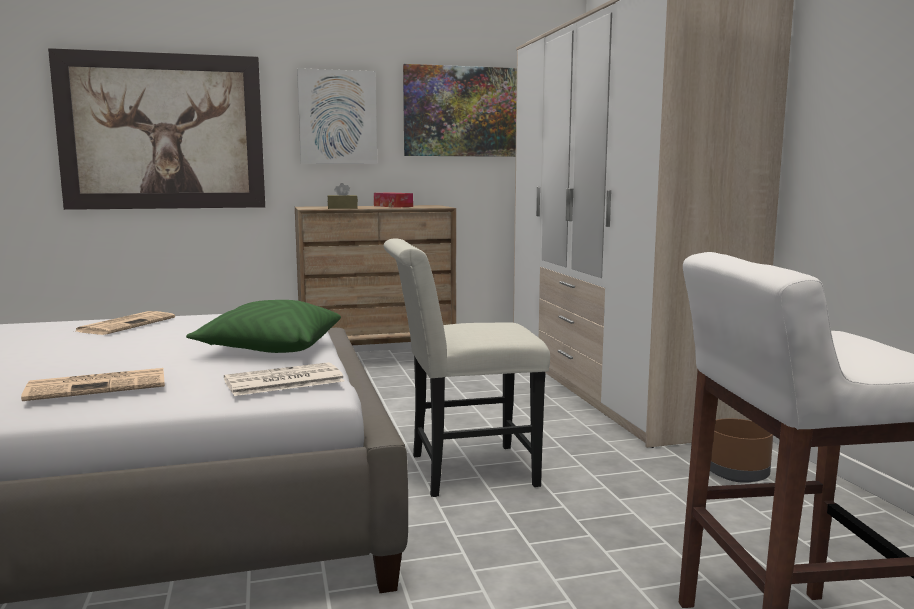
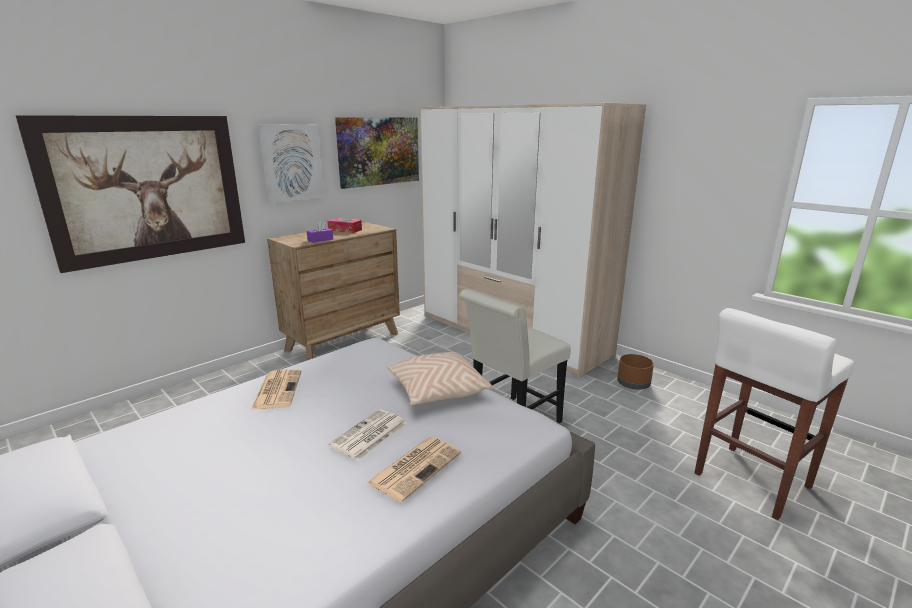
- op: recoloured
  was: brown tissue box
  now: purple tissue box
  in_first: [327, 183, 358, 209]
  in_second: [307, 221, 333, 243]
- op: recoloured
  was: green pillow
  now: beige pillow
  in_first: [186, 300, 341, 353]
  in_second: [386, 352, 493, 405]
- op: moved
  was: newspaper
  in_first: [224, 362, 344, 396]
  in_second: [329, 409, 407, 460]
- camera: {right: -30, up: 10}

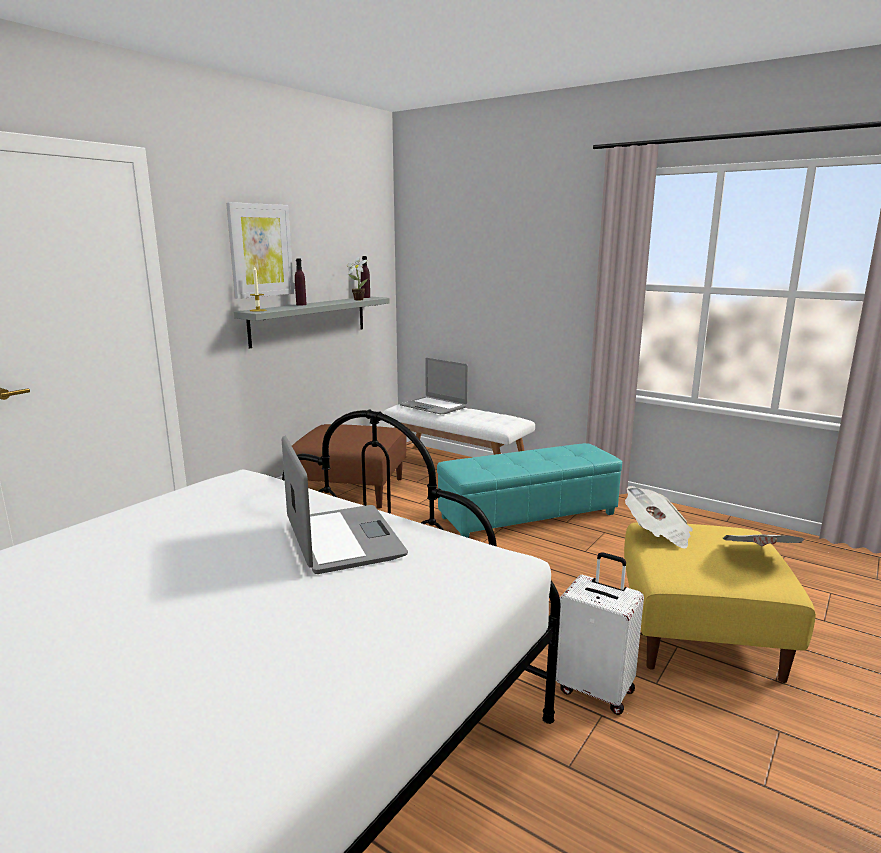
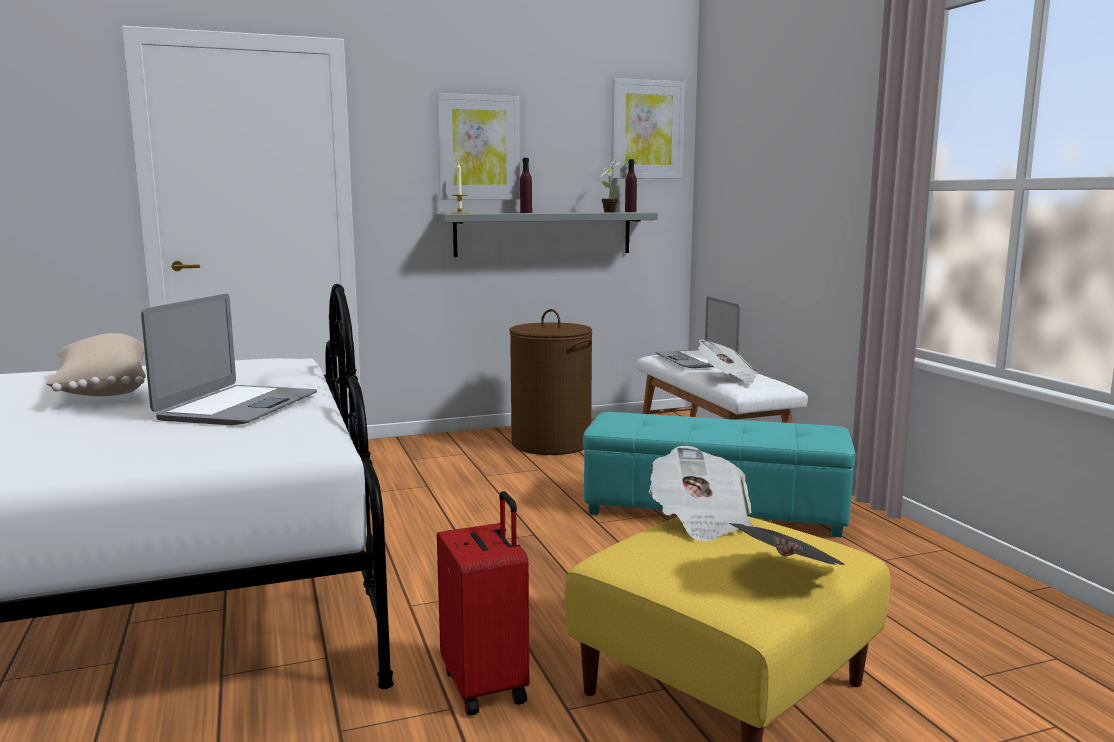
- op: replaced
  was: brown ottoman
  now: brown laundry basket
  in_first: [292, 424, 406, 509]
  in_second: [509, 309, 593, 455]
- op: recoloured
  was: white suitcase
  now: red suitcase
  in_first: [556, 552, 644, 715]
  in_second: [437, 491, 529, 716]
- op: added
  now: picture
  in_second: [611, 78, 685, 179]
- op: added
  now: beige pillow
  in_second: [46, 333, 146, 396]
- op: added
  now: newspaper
  in_second: [698, 340, 758, 383]
- camera: {right: 35, up: -5}

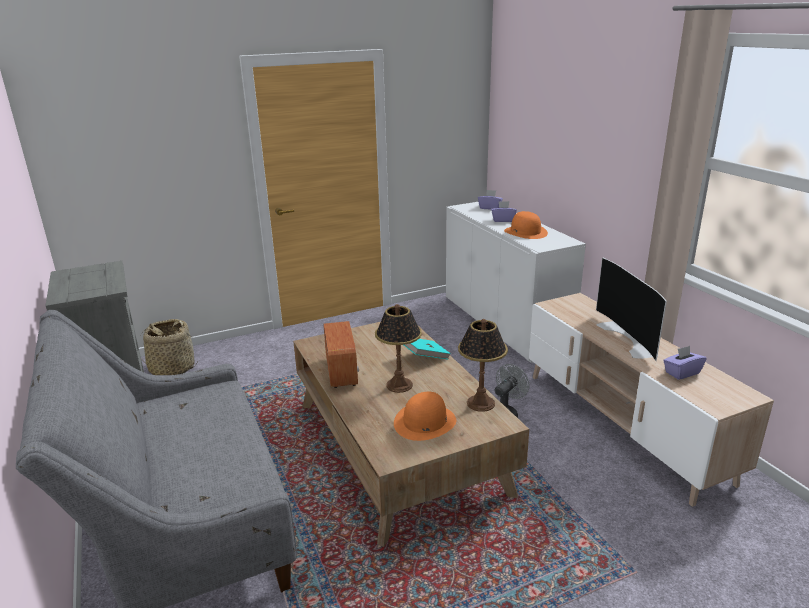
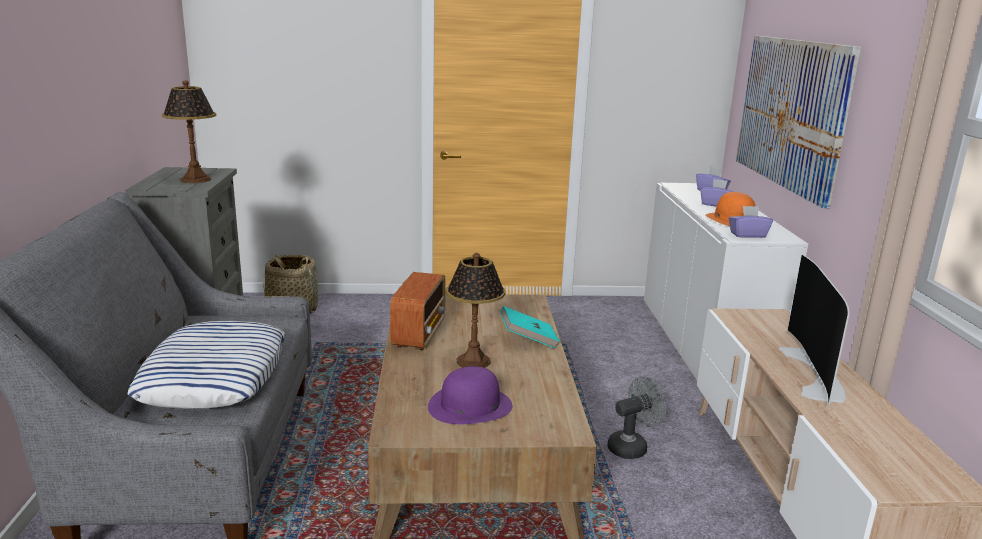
- op: moved
  was: table lamp
  in_first: [458, 319, 508, 412]
  in_second: [162, 80, 216, 183]
- op: moved
  was: purple tissue box
  in_first: [663, 346, 706, 380]
  in_second: [728, 206, 773, 238]
- op: recoloured
  was: orange hat
  now: purple hat
  in_first: [394, 392, 456, 441]
  in_second: [428, 366, 512, 424]
- op: added
  now: picture
  in_second: [736, 36, 861, 209]
- op: added
  now: pillow
  in_second: [127, 321, 286, 409]
- camera: {right: 20, up: -5}

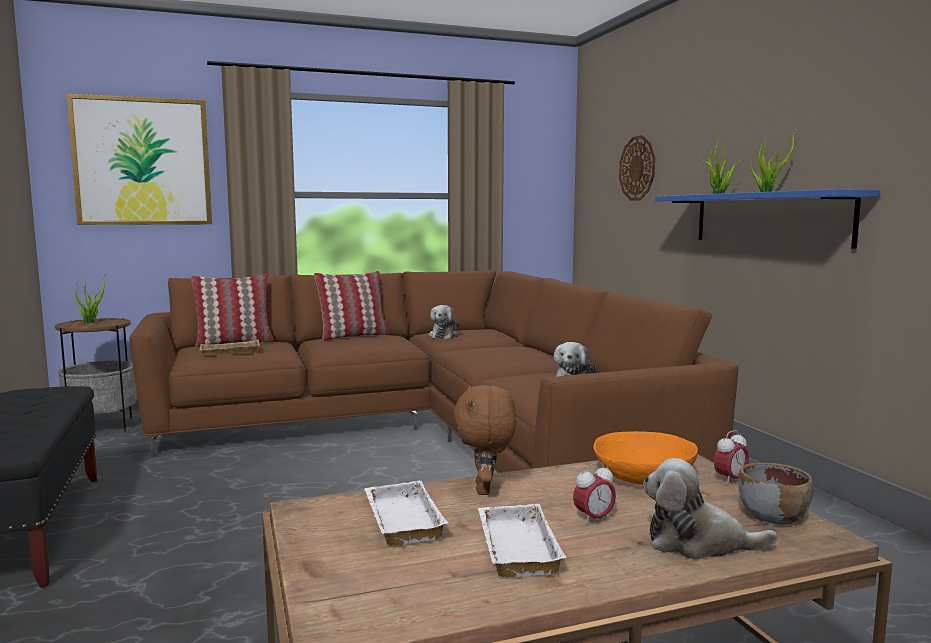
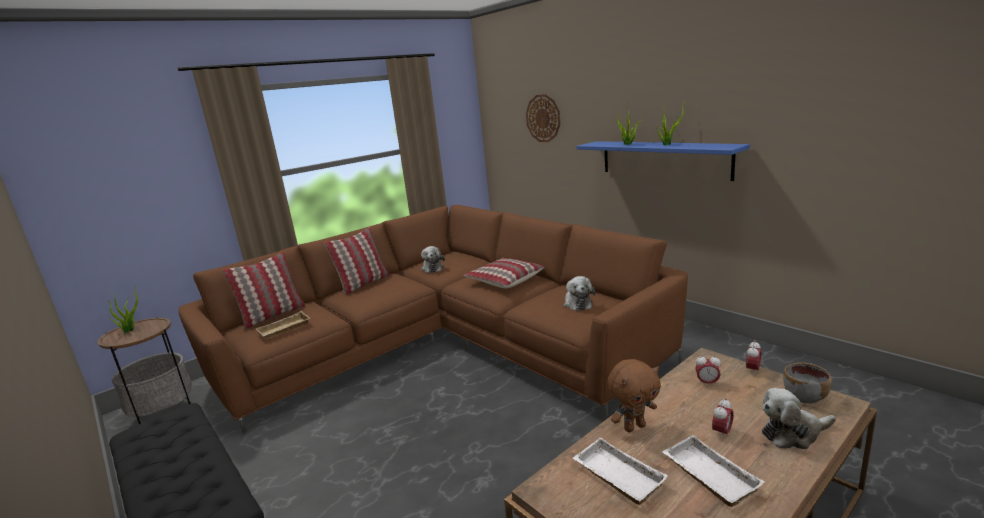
- op: removed
  was: picture
  in_first: [67, 94, 212, 225]
- op: turned
  was: brown plush toy
  in_first: [454, 385, 516, 495]
  in_second: [607, 359, 661, 432]
  clockwise: -90
- op: replaced
  was: orange bowl
  now: alarm clock
  in_first: [594, 431, 698, 485]
  in_second: [695, 354, 721, 385]
- op: added
  now: pillow
  in_second: [463, 258, 544, 288]
- camera: {right: -20, up: 10}

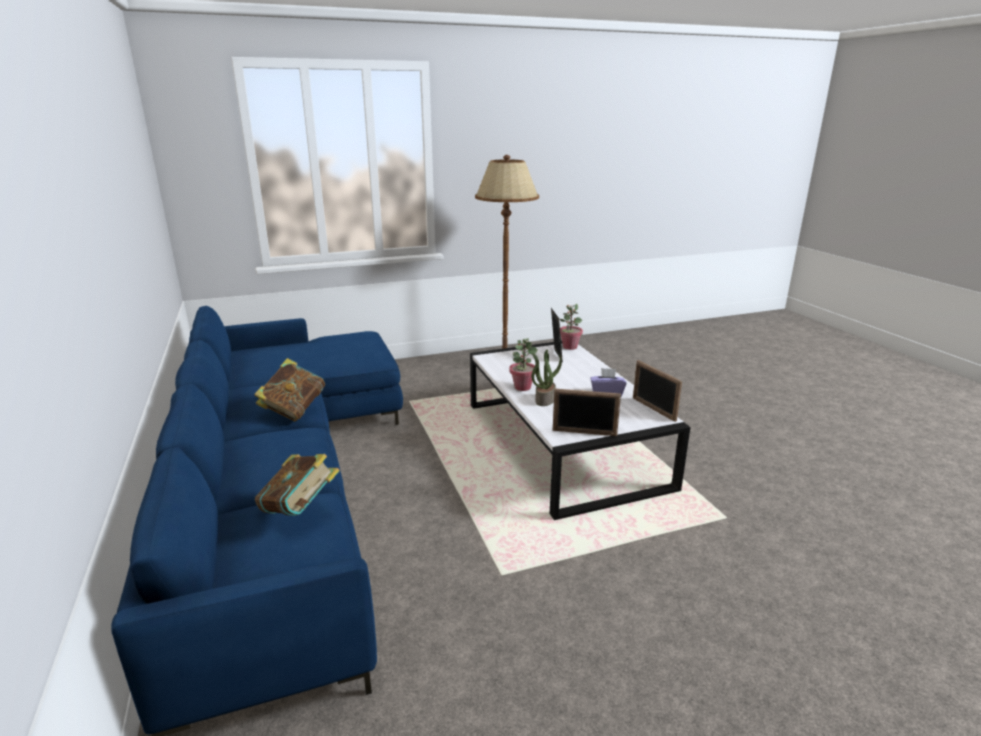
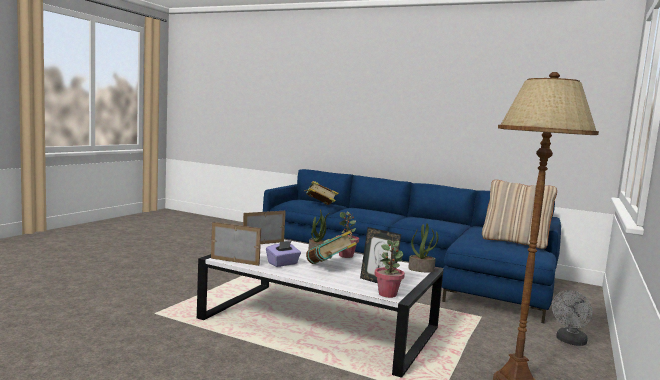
- op: moved
  was: book
  in_first: [254, 358, 325, 422]
  in_second: [306, 231, 357, 264]
- op: added
  now: beige pillow
  in_second: [482, 180, 557, 249]
- op: added
  now: potted plant
  in_second: [408, 223, 439, 272]
- op: added
  now: grey fan
  in_second: [552, 290, 593, 346]
- camera: {right: 135, up: -15}

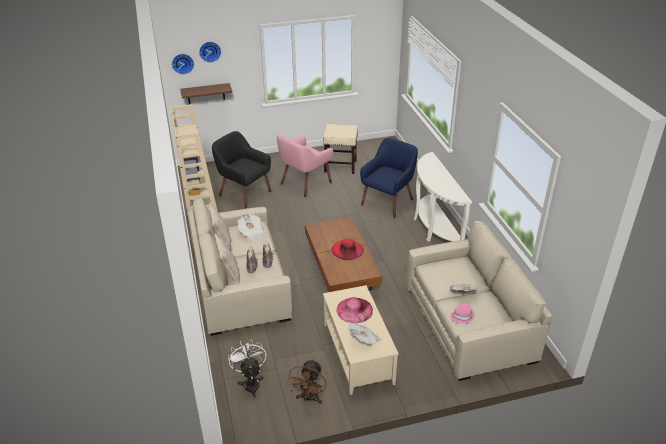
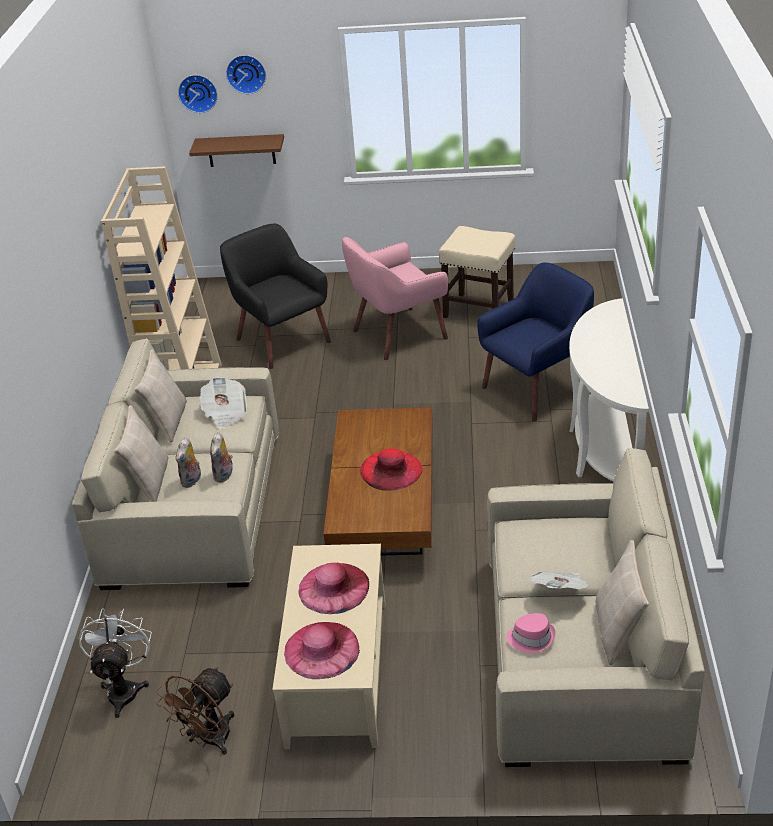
- op: replaced
  was: newspaper
  now: pink hat
  in_first: [348, 323, 382, 345]
  in_second: [284, 622, 360, 679]
- op: added
  now: beige pillow
  in_second: [596, 540, 649, 665]
- camera: {right: 20, up: 0}

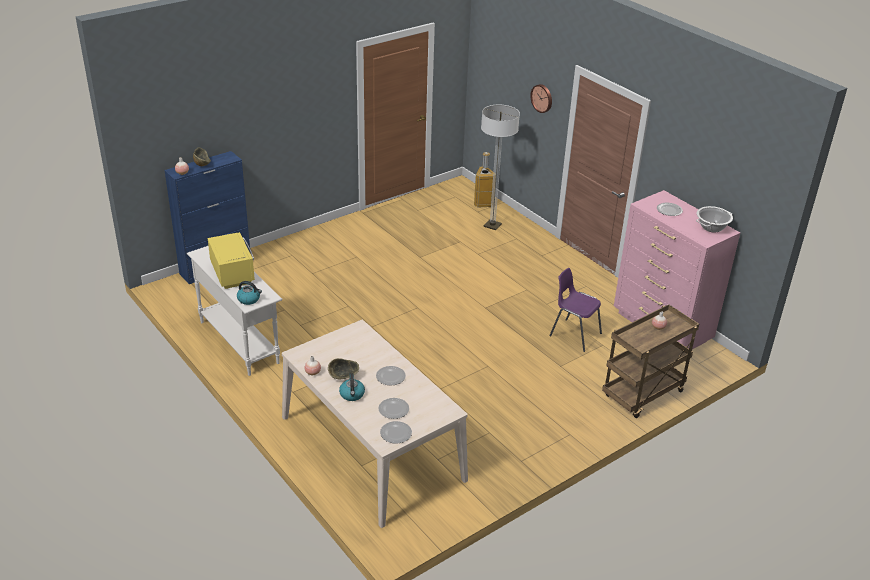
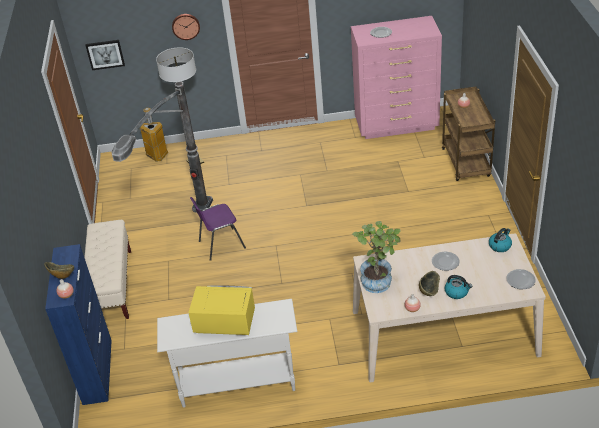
- op: removed
  was: cooking pot
  in_first: [696, 206, 733, 232]
- op: moved
  was: purple chair
  in_first: [549, 268, 602, 352]
  in_second: [190, 197, 246, 261]
- op: moved
  was: kettle
  in_first: [237, 281, 262, 305]
  in_second: [489, 228, 512, 252]
- op: removed
  was: plate
  in_first: [378, 398, 409, 419]
- op: added
  now: picture
  in_second: [85, 40, 125, 70]
- op: added
  now: floor lamp
  in_second: [111, 81, 213, 212]
- op: added
  now: beige bench
  in_second: [84, 220, 131, 319]
- op: added
  now: potted plant
  in_second: [352, 221, 401, 293]
- camera: {right: -55, up: 5}

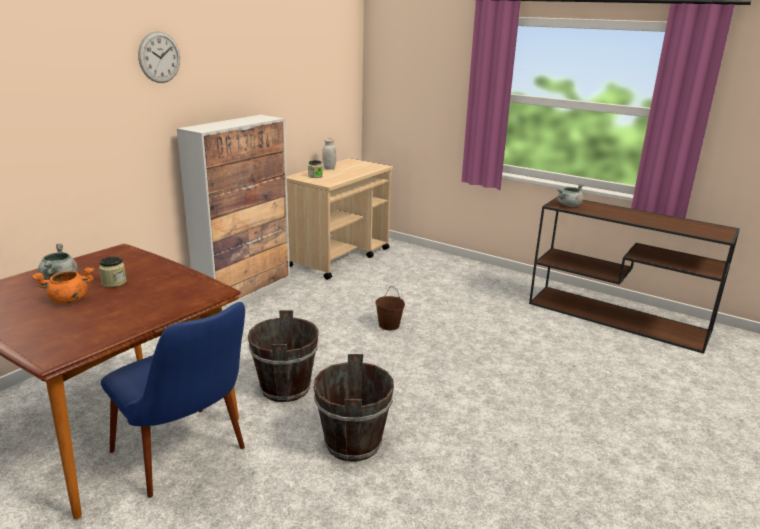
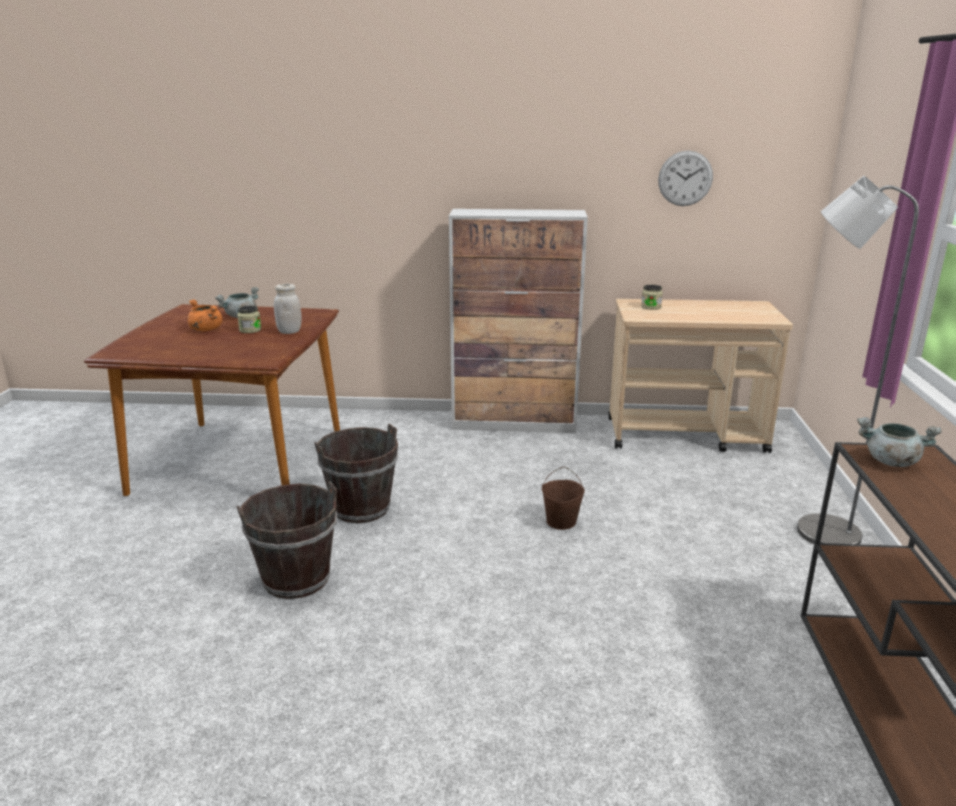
- op: moved
  was: wall clock
  in_first: [138, 31, 180, 83]
  in_second: [658, 150, 713, 206]
- op: moved
  was: white jar
  in_first: [322, 138, 336, 169]
  in_second: [274, 284, 302, 334]
- op: removed
  was: blue chair
  in_first: [101, 302, 245, 498]
- op: added
  now: grey floor lamp
  in_second: [797, 176, 919, 544]
- camera: {right: 60, up: 0}

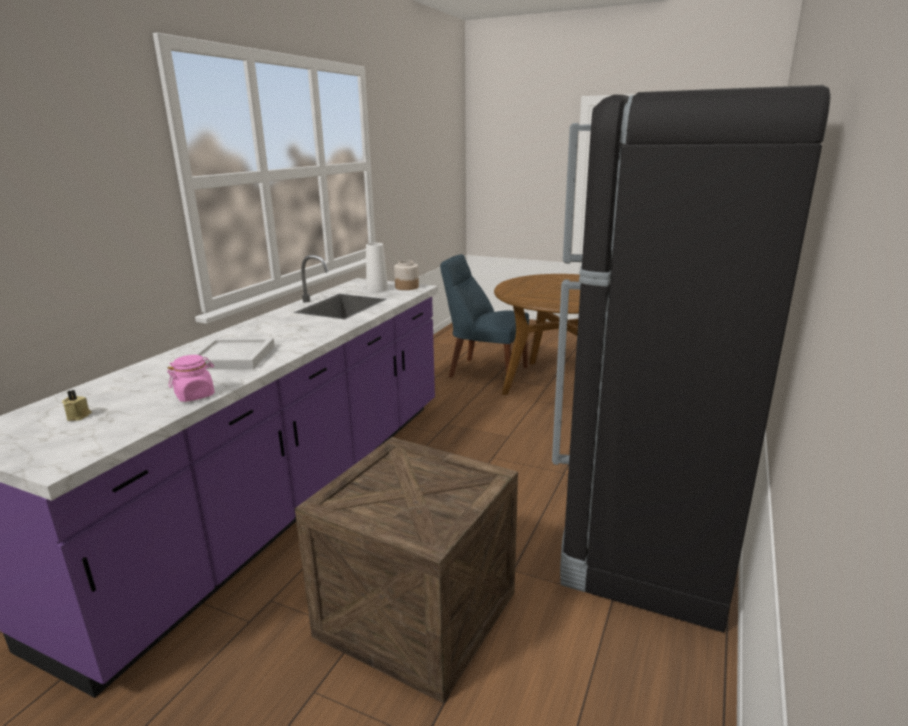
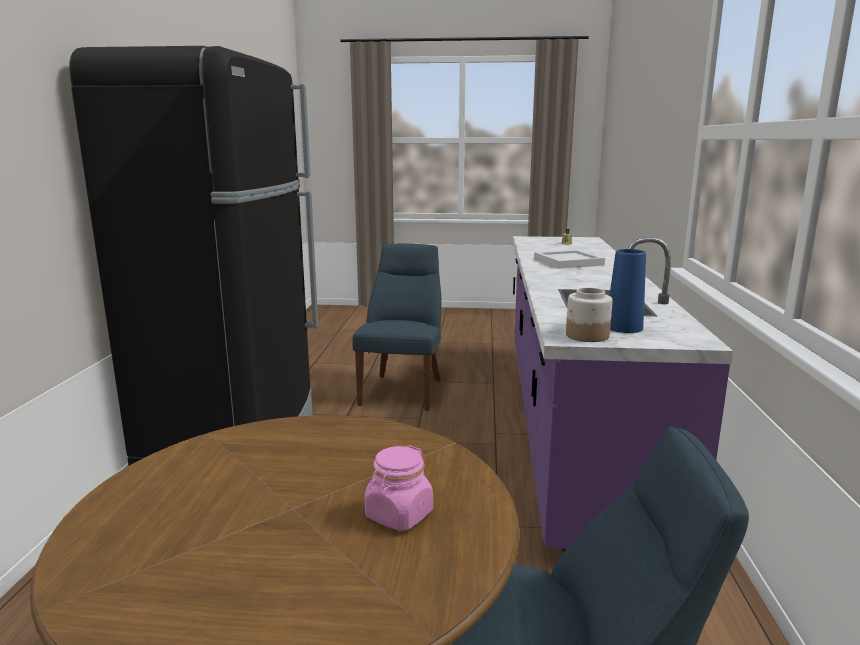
- op: recoloured
  was: white vase
  now: blue vase
  in_first: [366, 243, 388, 292]
  in_second: [609, 249, 646, 333]
- op: moved
  was: pink jar
  in_first: [167, 355, 215, 402]
  in_second: [365, 445, 433, 531]
- op: replaced
  was: crate
  now: blue chair
  in_first: [295, 437, 518, 703]
  in_second: [352, 244, 441, 411]
- camera: {right: 160, up: -5}

